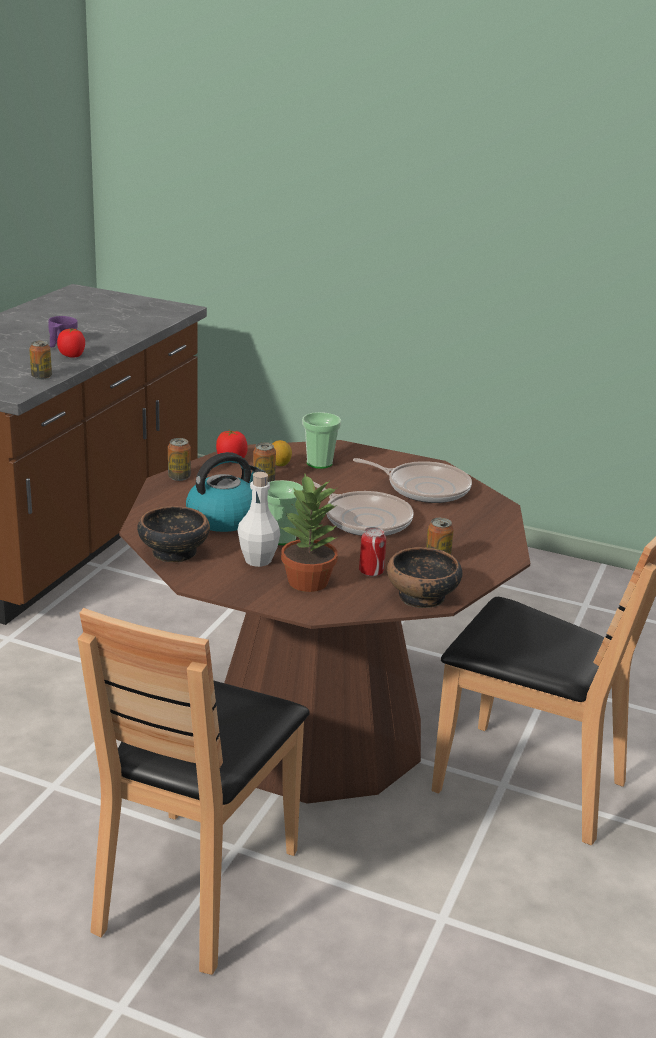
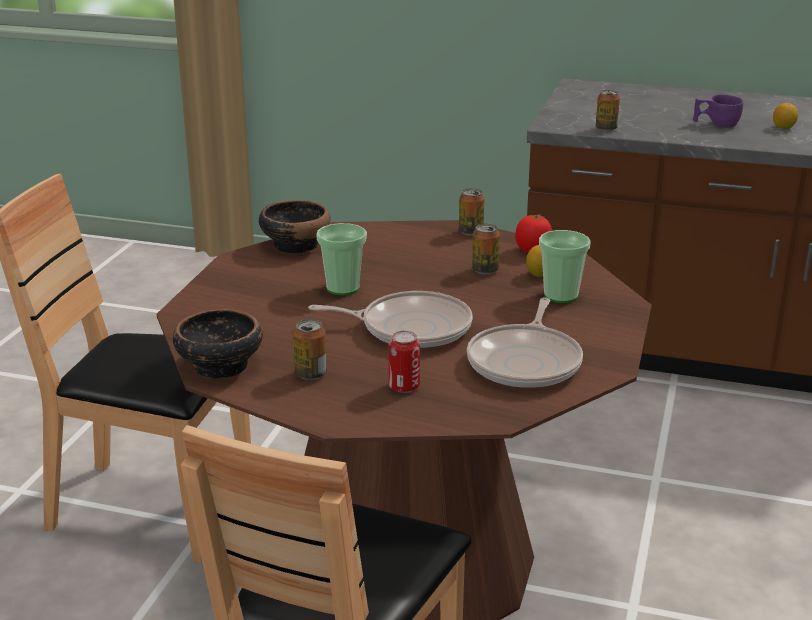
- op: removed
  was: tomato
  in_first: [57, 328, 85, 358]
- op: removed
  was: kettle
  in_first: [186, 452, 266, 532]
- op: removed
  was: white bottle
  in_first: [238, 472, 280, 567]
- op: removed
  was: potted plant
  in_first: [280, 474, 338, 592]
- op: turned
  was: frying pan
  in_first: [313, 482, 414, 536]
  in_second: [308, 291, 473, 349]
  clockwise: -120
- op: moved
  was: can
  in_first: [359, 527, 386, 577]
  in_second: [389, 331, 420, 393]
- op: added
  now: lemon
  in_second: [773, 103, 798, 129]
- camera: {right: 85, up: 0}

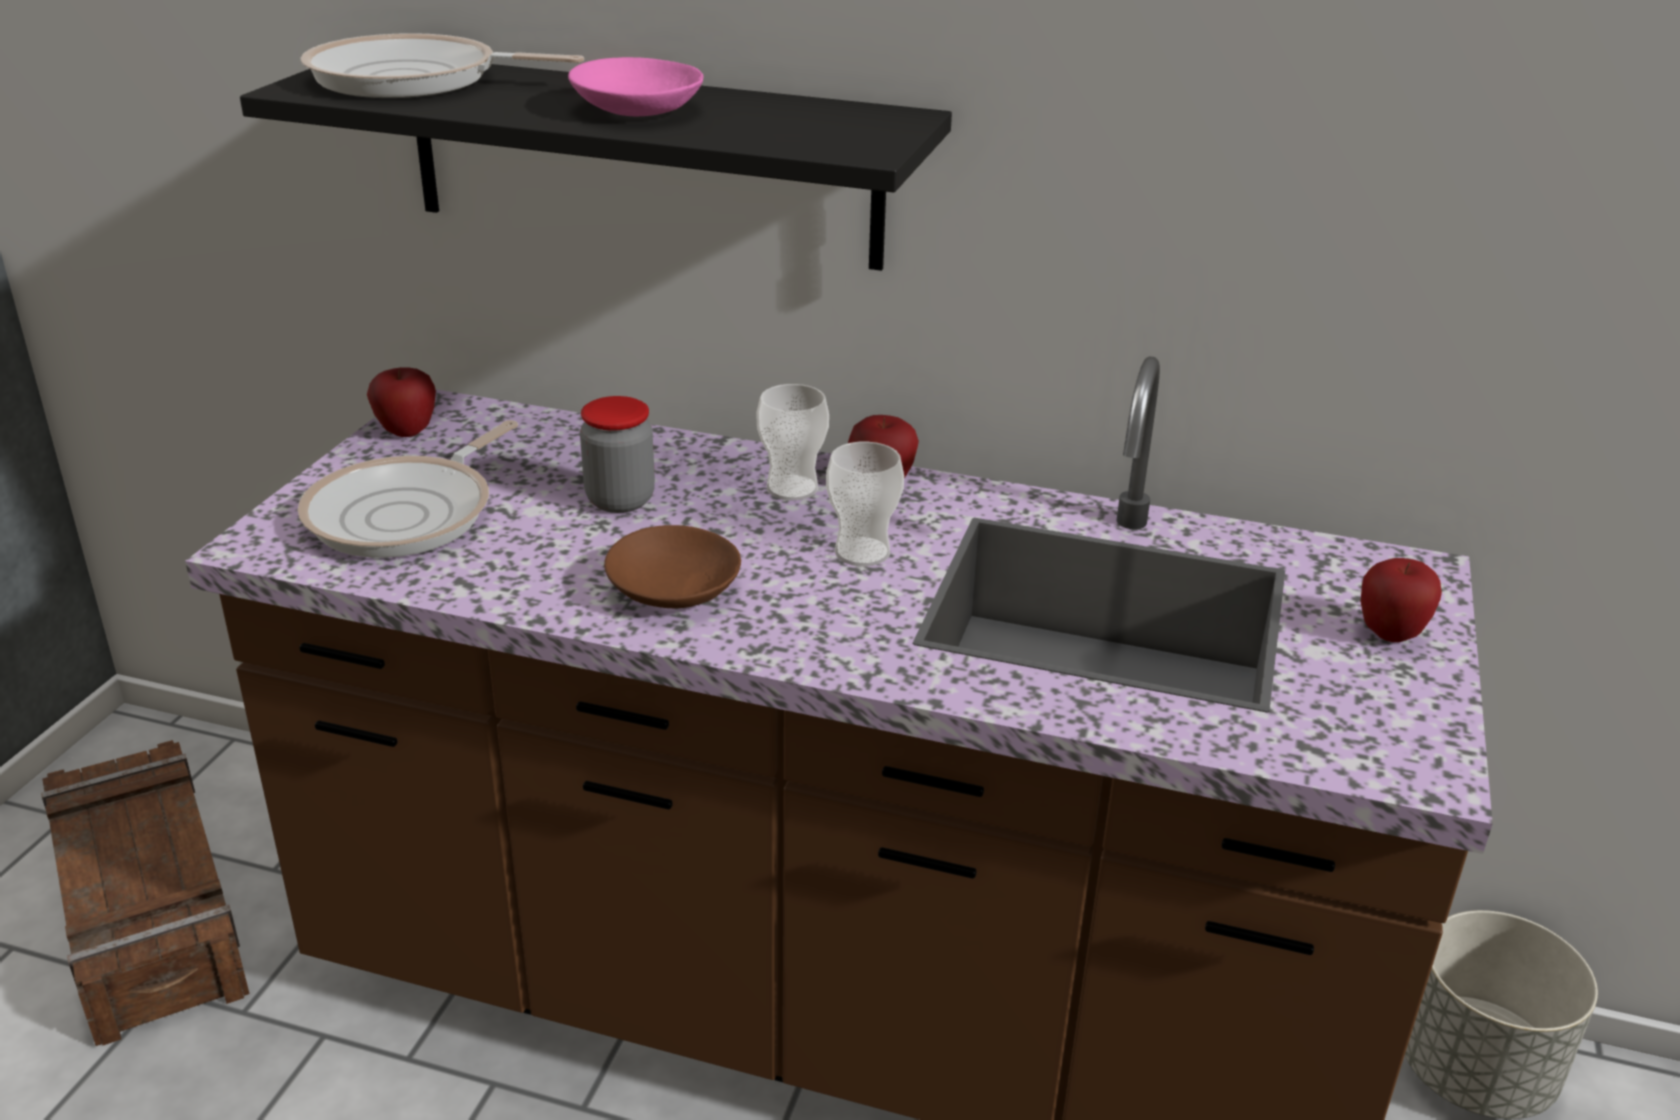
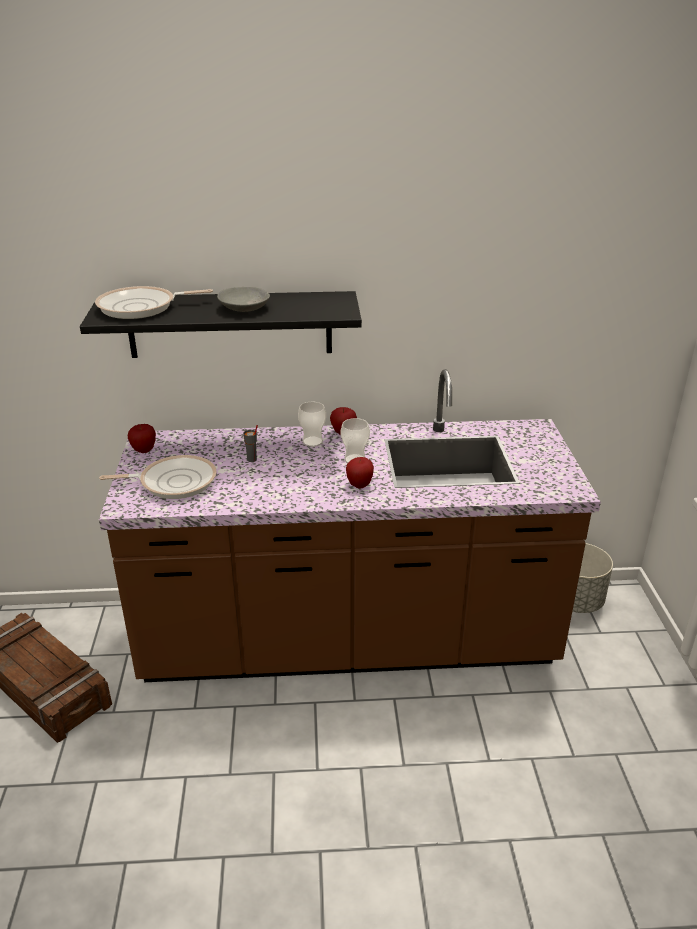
- op: recoloured
  was: pink bowl
  now: grey bowl
  in_first: [568, 57, 703, 116]
  in_second: [217, 287, 270, 312]
- op: replaced
  was: jar
  now: grey cup
  in_first: [580, 396, 655, 513]
  in_second: [243, 425, 258, 462]
- op: turned
  was: frying pan
  in_first: [298, 420, 518, 558]
  in_second: [99, 455, 217, 499]
  clockwise: -105
- op: removed
  was: brown bowl
  in_first: [604, 525, 741, 608]
- op: moved
  was: apple
  in_first: [1361, 558, 1442, 642]
  in_second: [346, 457, 374, 488]
- camera: {right: -20, up: 0}

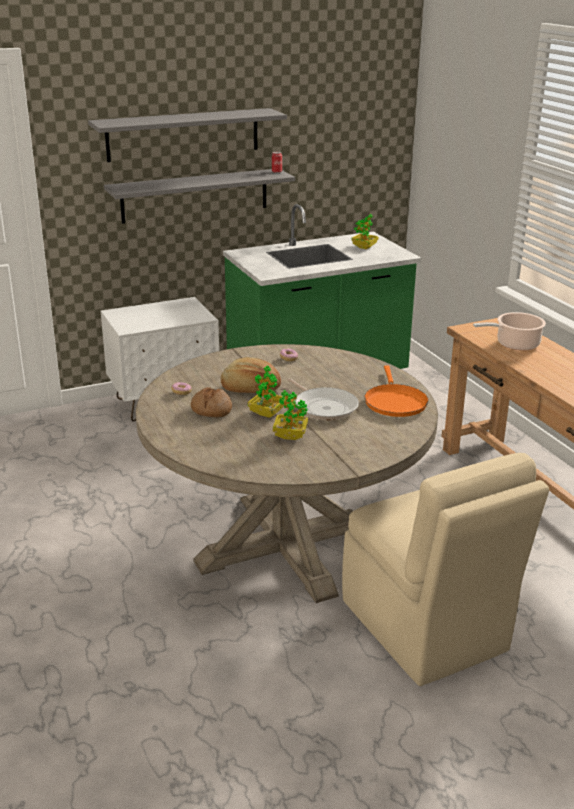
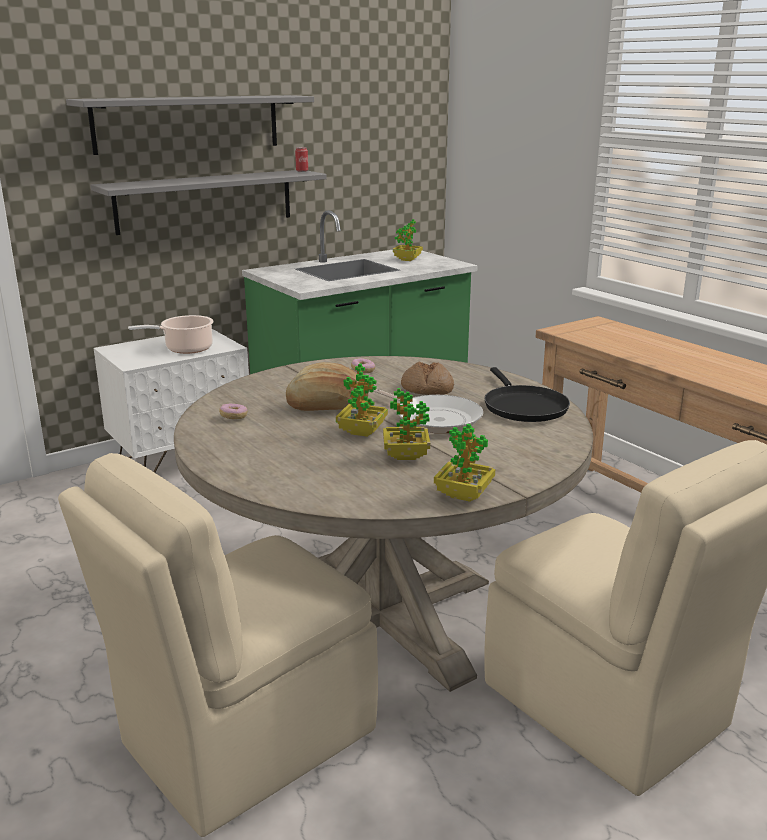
- op: moved
  was: cooking pot
  in_first: [473, 312, 546, 351]
  in_second: [128, 315, 214, 354]
- op: recoloured
  was: orange frying pan
  now: black frying pan
  in_first: [365, 365, 428, 417]
  in_second: [484, 367, 570, 422]
- op: moved
  was: bread
  in_first: [191, 387, 232, 417]
  in_second: [401, 362, 454, 395]
- op: added
  now: potted plant
  in_second: [434, 424, 495, 502]
- op: added
  now: beige chair
  in_second: [58, 453, 378, 837]
- camera: {right: -10, up: -5}

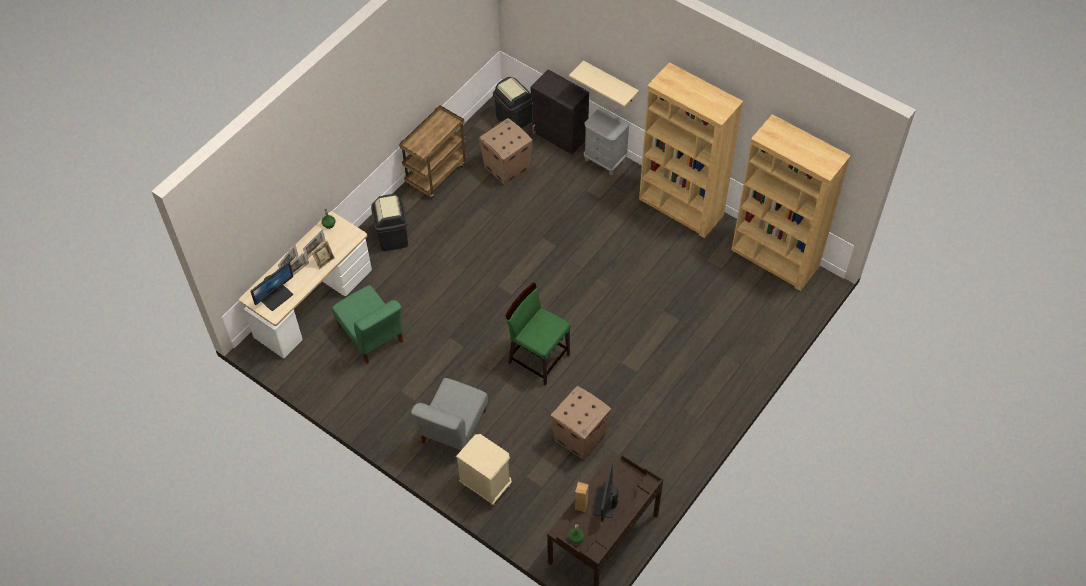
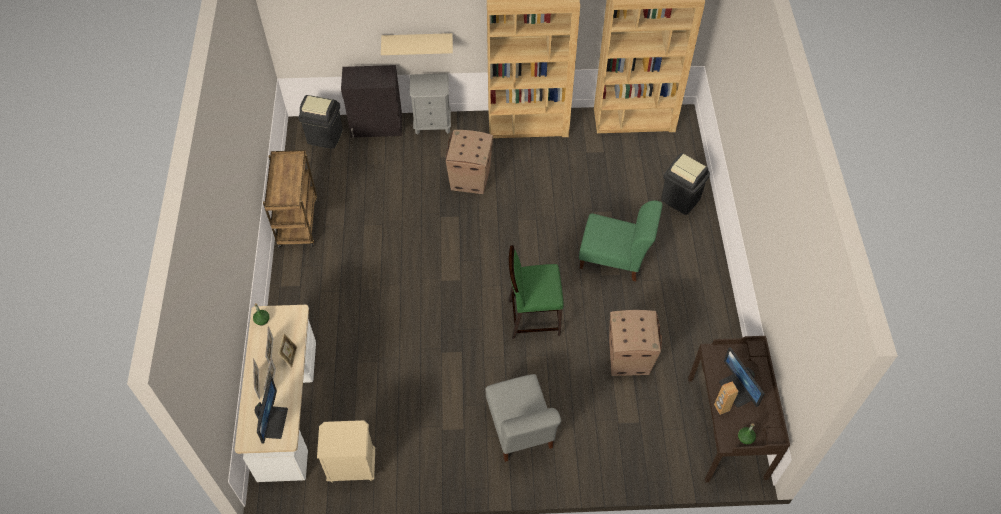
- op: moved
  was: cardboard box
  in_first: [479, 118, 533, 186]
  in_second: [445, 130, 493, 194]
- op: moved
  was: black trash can
  in_first: [371, 194, 408, 251]
  in_second: [661, 153, 710, 215]
- op: moved
  was: green chair
  in_first: [332, 285, 403, 364]
  in_second: [579, 201, 663, 281]
- op: moved
  was: beige nightstand
  in_first: [456, 434, 512, 505]
  in_second: [317, 420, 375, 483]
- camera: {right: -40, up: 0}

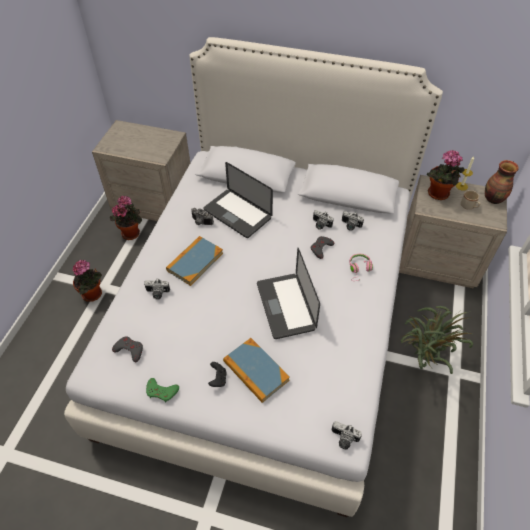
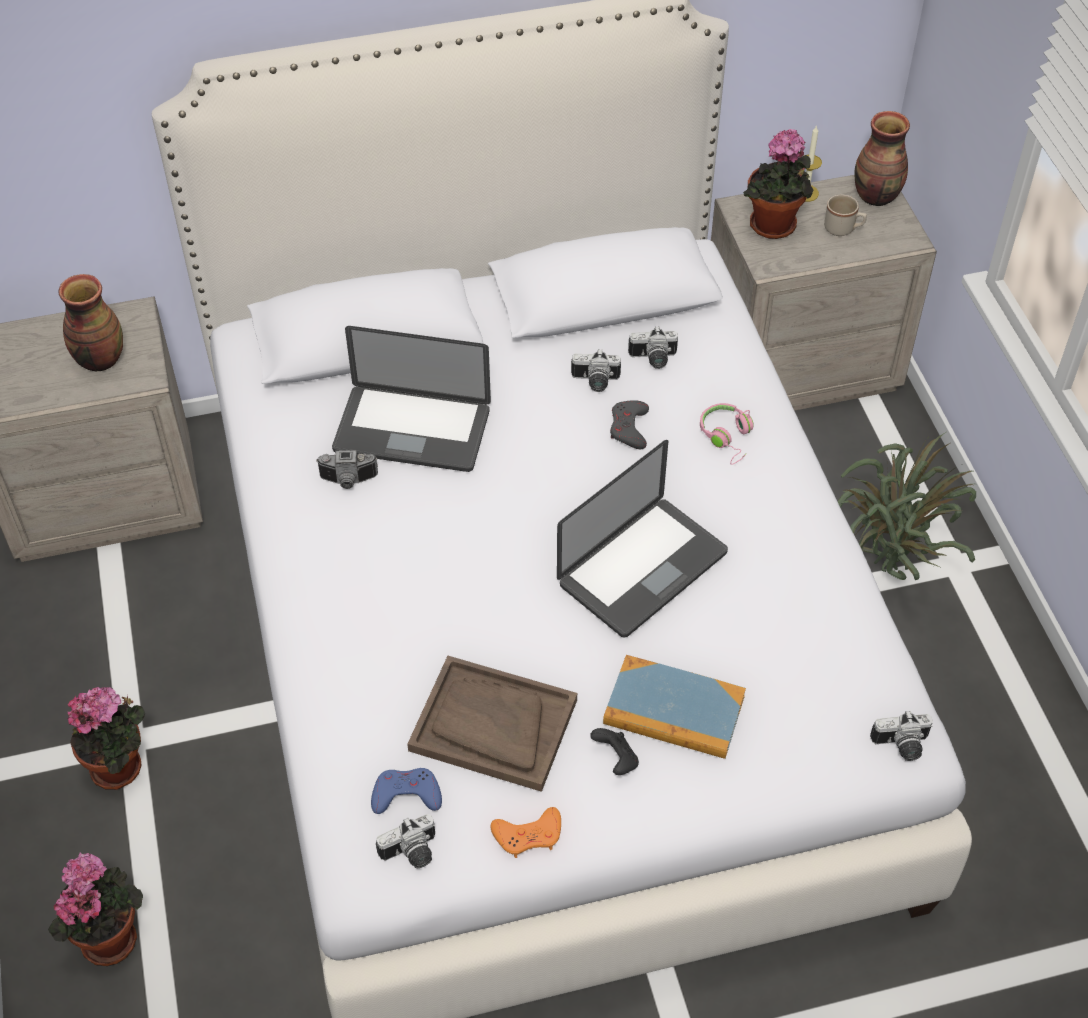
- op: moved
  was: potted plant
  in_first: [110, 196, 142, 240]
  in_second: [48, 852, 143, 966]
- op: removed
  was: book
  in_first: [166, 236, 223, 286]
- op: turned
  was: laptop
  in_first: [257, 248, 320, 339]
  in_second: [557, 440, 728, 638]
  clockwise: -90
- op: moved
  was: photo camera
  in_first: [144, 279, 170, 300]
  in_second: [376, 814, 435, 868]
- op: recoloured
  was: grey game controller
  now: blue game controller
  in_first: [112, 337, 143, 362]
  in_second: [371, 768, 442, 814]
- op: recoloured
  was: green game controller
  now: orange game controller
  in_first: [146, 378, 179, 403]
  in_second: [491, 807, 561, 858]
- op: added
  now: vase
  in_second: [59, 274, 123, 372]
- op: added
  now: brown tray
  in_second: [407, 656, 577, 792]
- camera: {right: -30, up: 0}

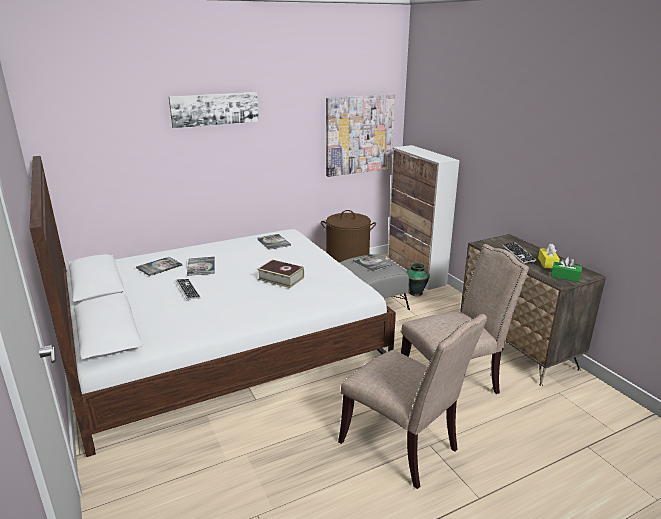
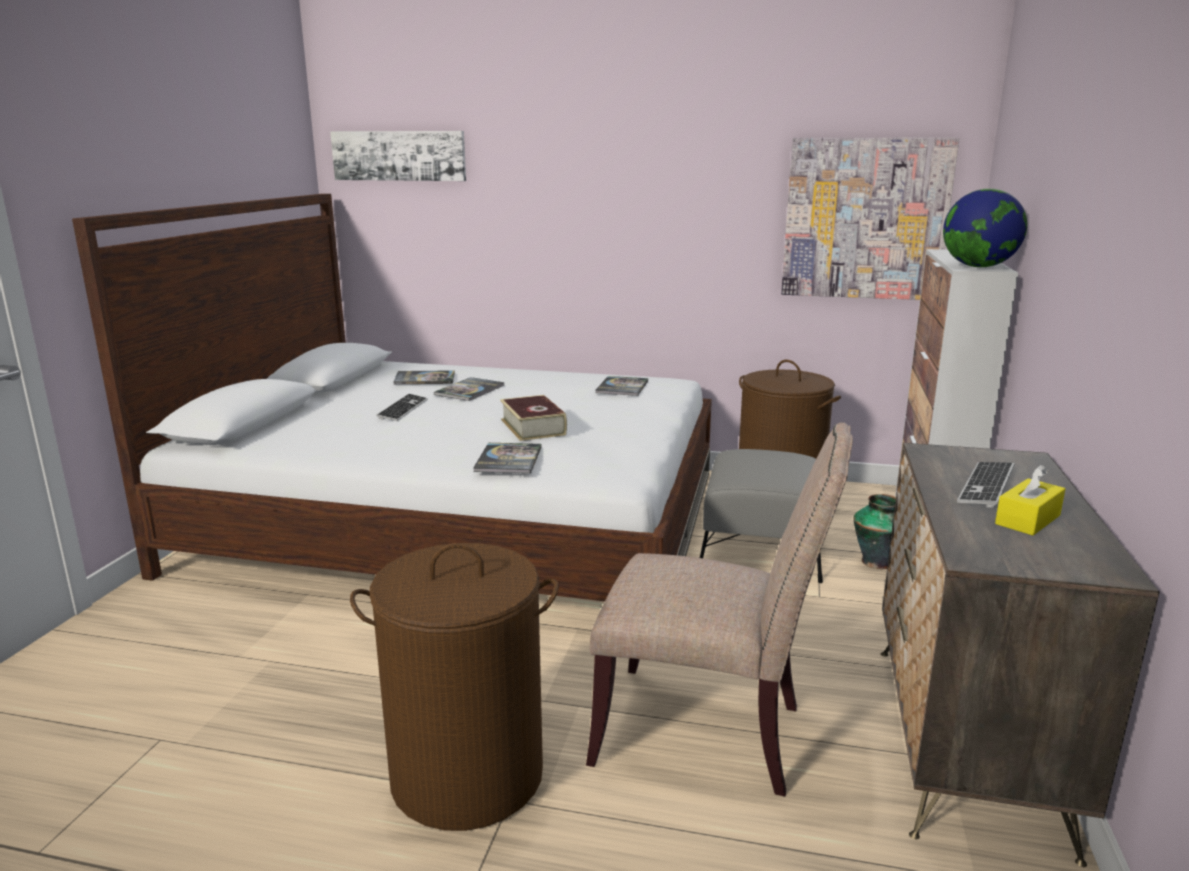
- op: moved
  was: picture
  in_first: [169, 92, 259, 128]
  in_second: [330, 131, 466, 181]
- op: moved
  was: book
  in_first: [353, 254, 392, 272]
  in_second: [473, 443, 541, 473]
- op: removed
  was: green tissue box
  in_first: [551, 257, 582, 282]
- op: replaced
  was: beige chair
  now: brown laundry basket
  in_first: [338, 314, 488, 489]
  in_second: [350, 543, 559, 831]
- op: added
  now: globe
  in_second: [943, 189, 1027, 267]
- camera: {right: 40, up: -5}

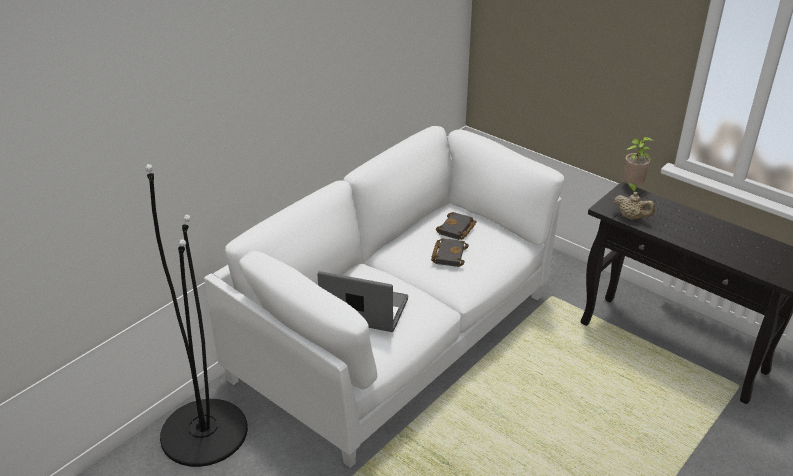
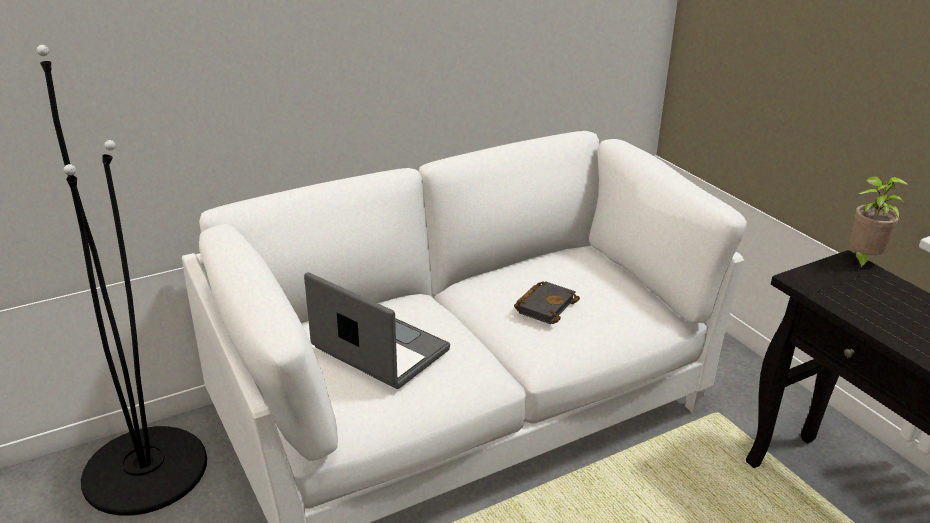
- op: removed
  was: beige teapot
  in_first: [614, 192, 655, 220]
- op: removed
  was: black book
  in_first: [436, 212, 477, 240]
- camera: {right: 20, up: -5}

